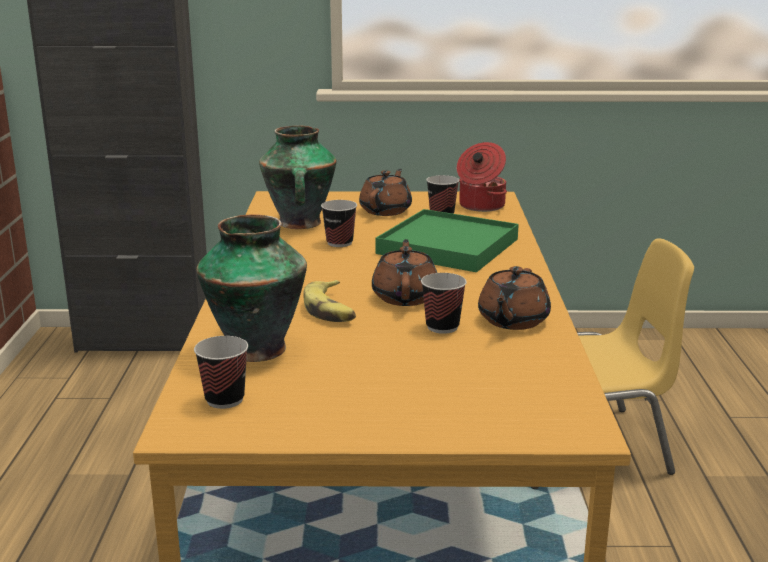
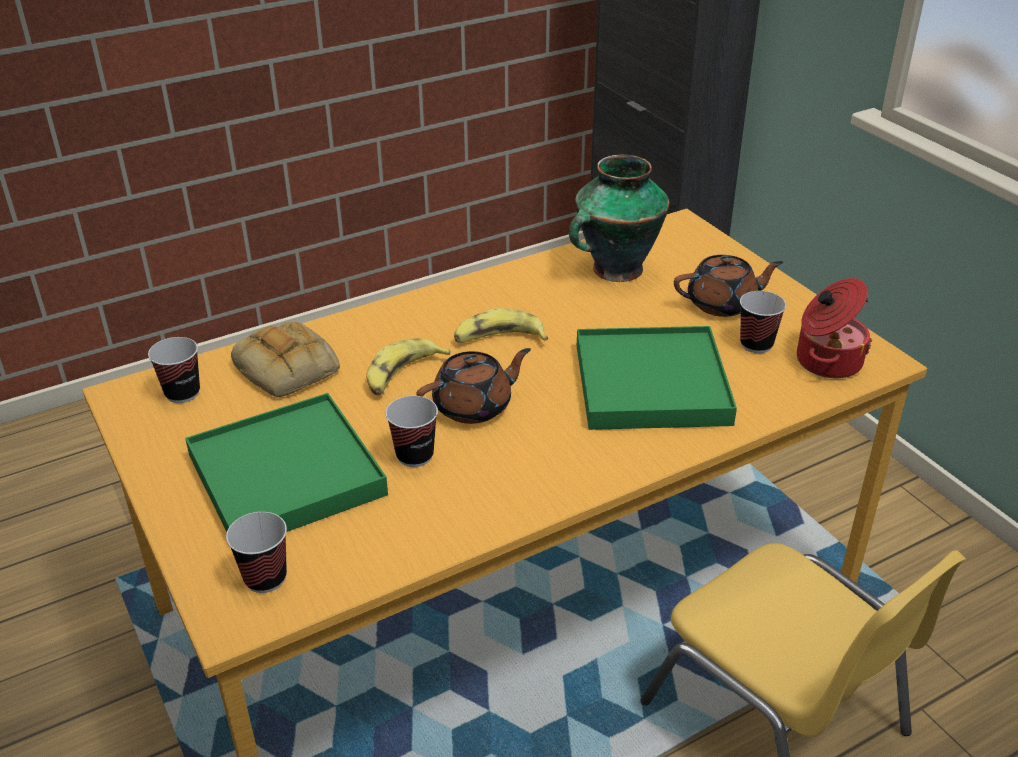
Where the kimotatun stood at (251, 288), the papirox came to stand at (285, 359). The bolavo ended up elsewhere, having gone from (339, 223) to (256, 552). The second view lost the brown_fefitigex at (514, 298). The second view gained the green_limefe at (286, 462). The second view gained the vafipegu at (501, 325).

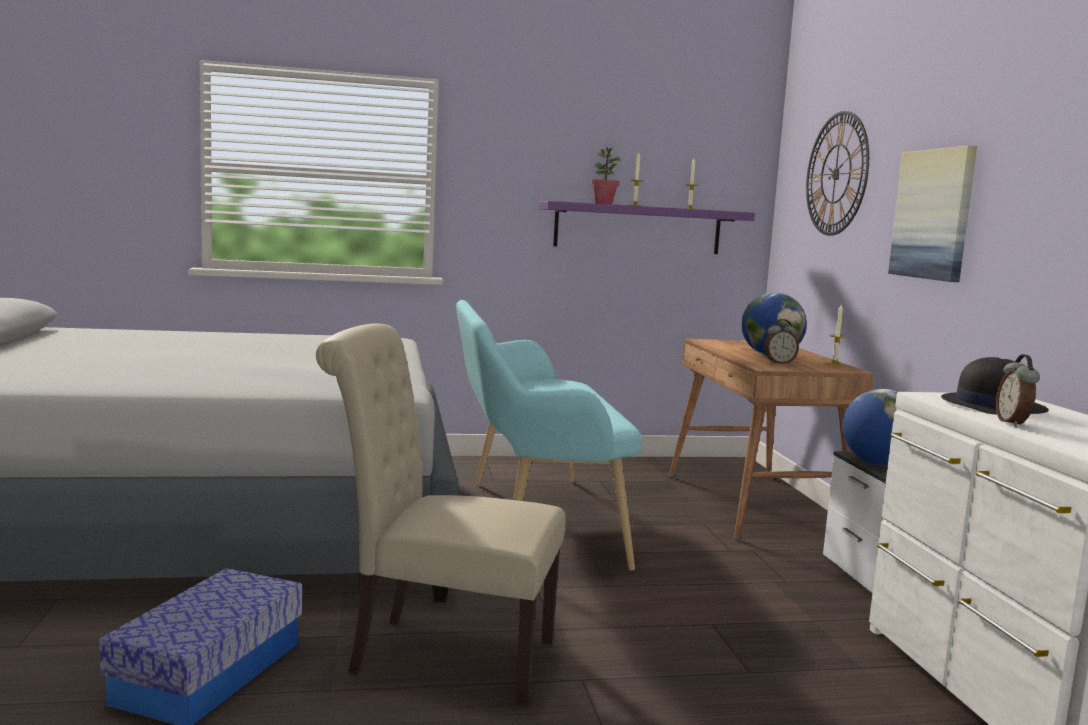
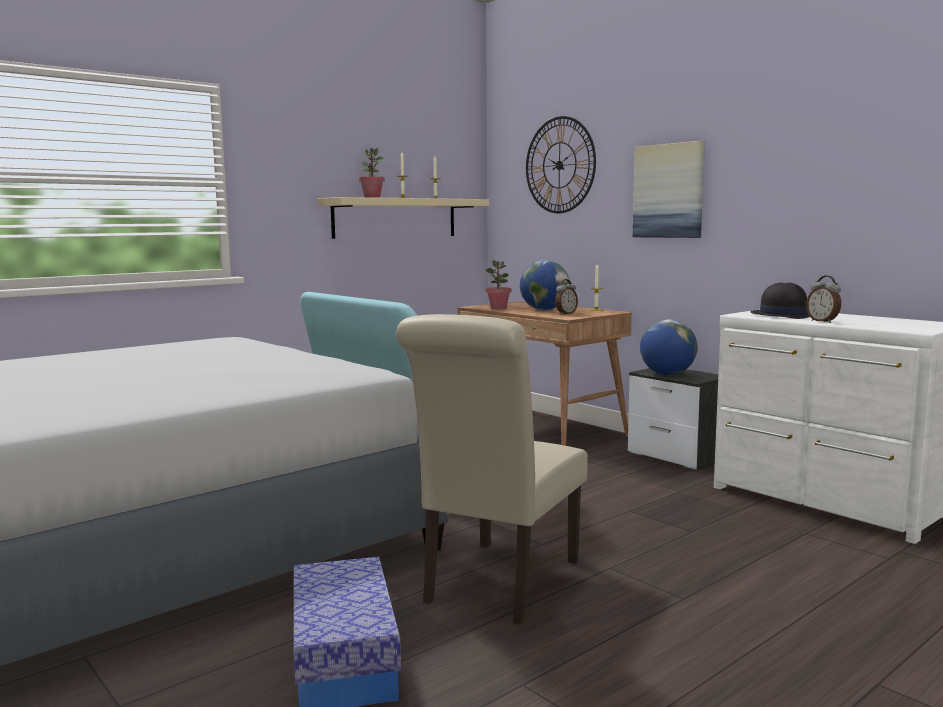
The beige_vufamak at (441, 514) ended up facing another way, 45 degrees counterclockwise from before. What was the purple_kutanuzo at (647, 227) turned into the beige_kutanuzo at (403, 218). The second view gained the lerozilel at (498, 285).

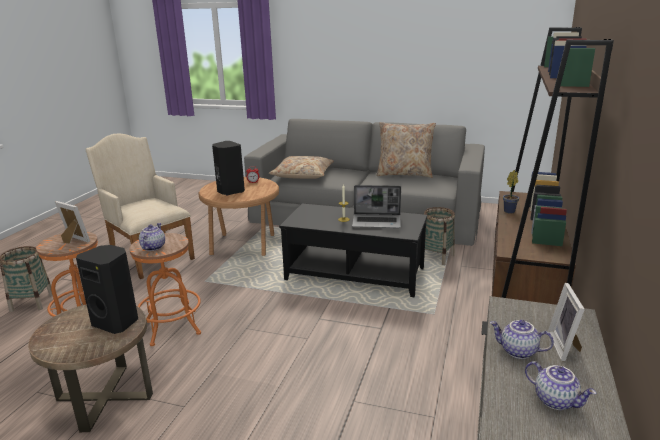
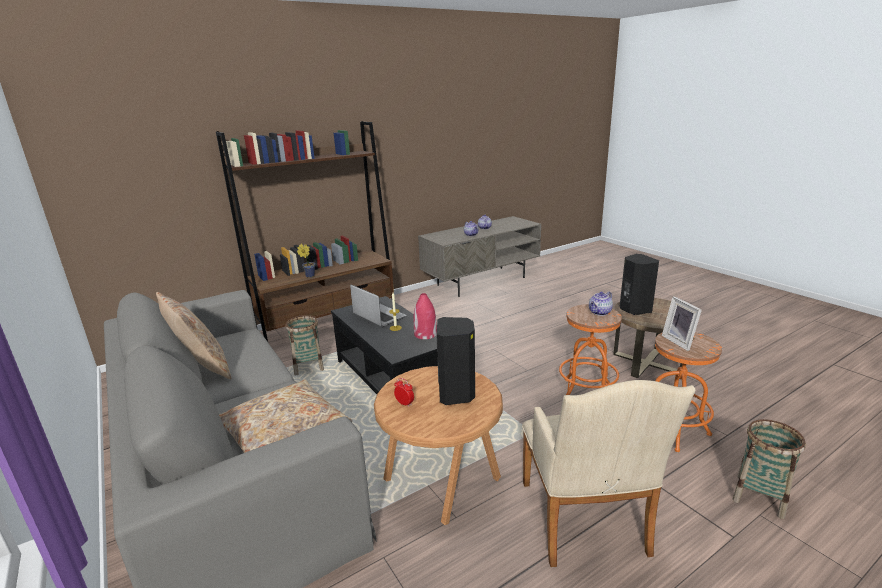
The second view lost the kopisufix at (566, 322). The second view gained the red_kimotatun at (425, 316).

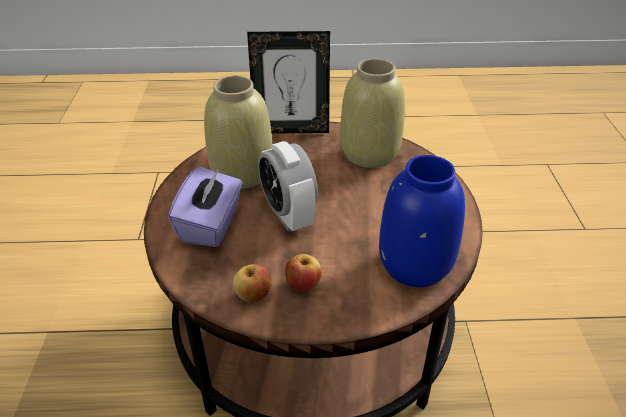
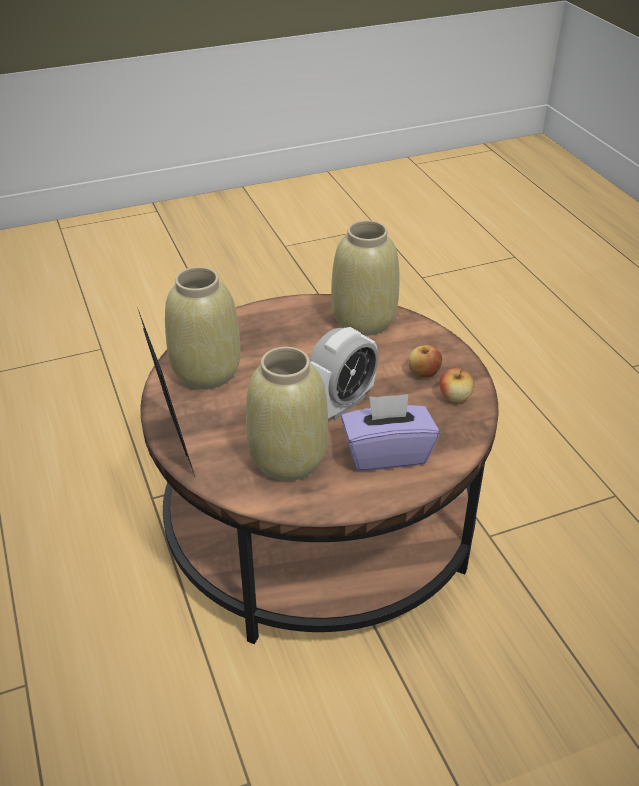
What was the blue_kimotatun at (422, 221) turned into the beige_kimotatun at (365, 278).

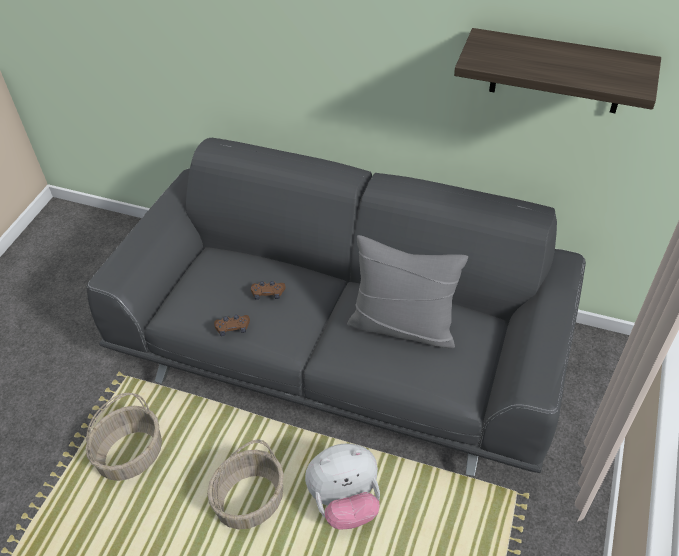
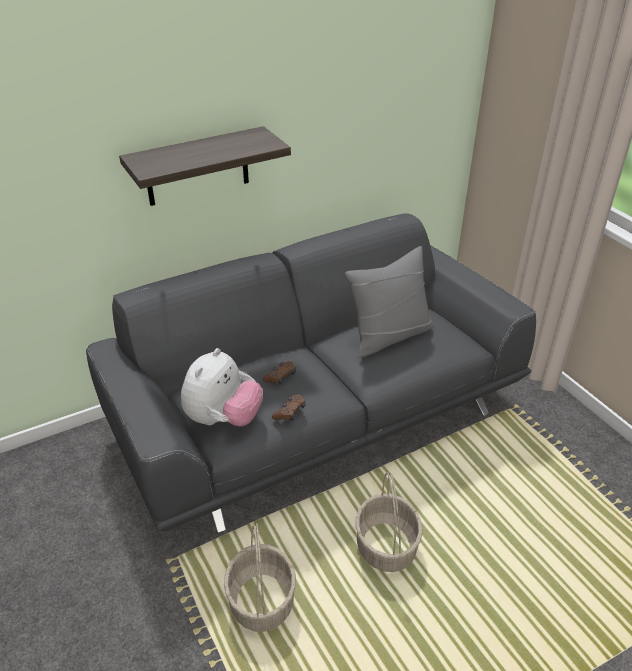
The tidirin ended up elsewhere, having gone from (342, 487) to (222, 387). The kutanuzo ended up elsewhere, having gone from (557, 70) to (205, 166).

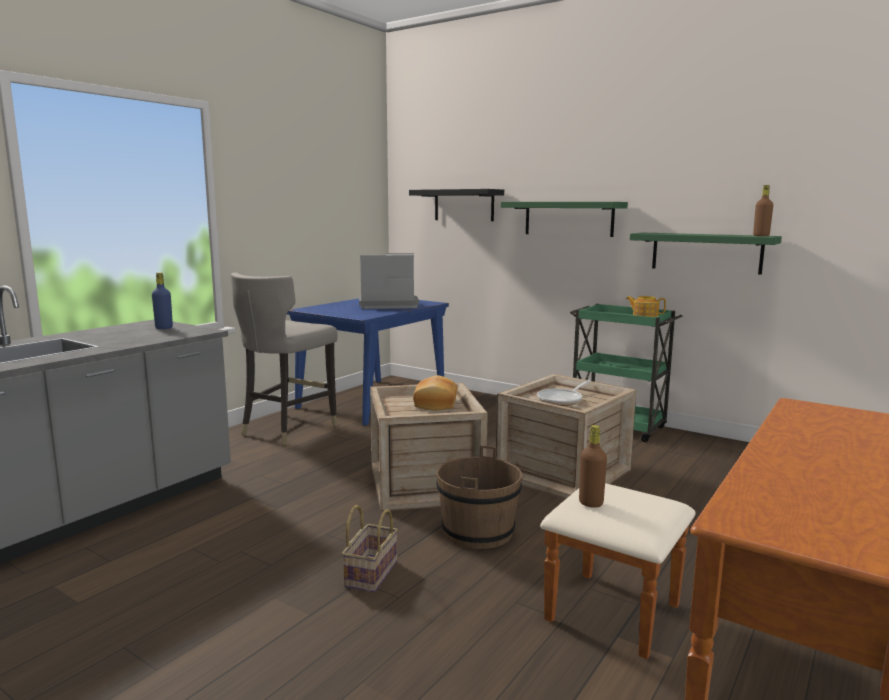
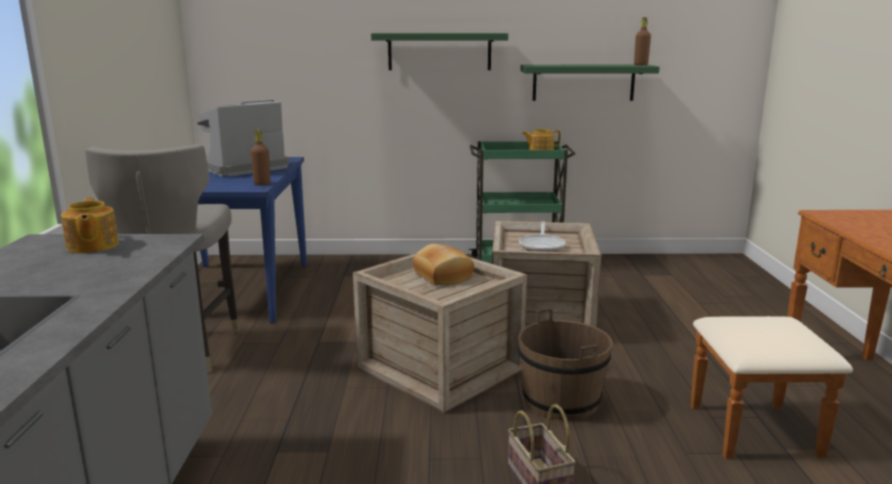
Where the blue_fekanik stood at (162, 301), the fefitigex came to stand at (90, 225). The second view lost the black_kutanuzo at (456, 205). The brown_fekanik ended up elsewhere, having gone from (593, 466) to (261, 157).

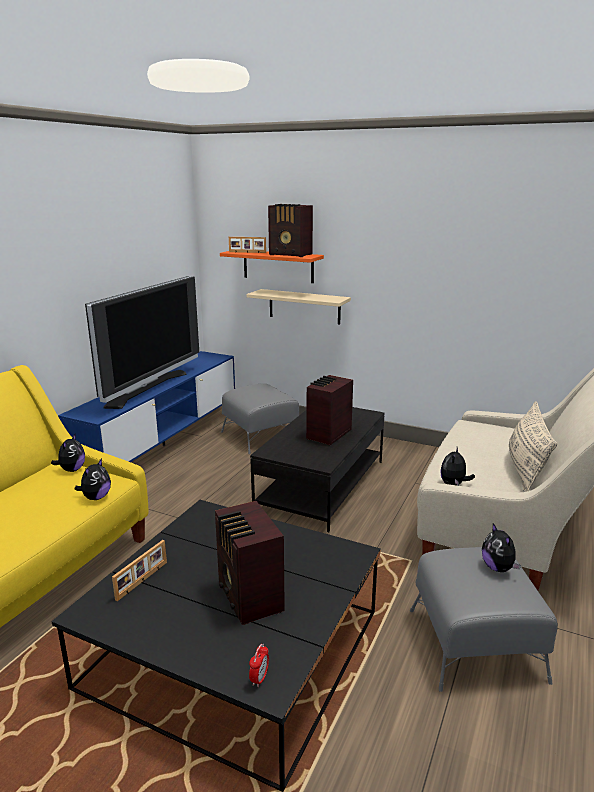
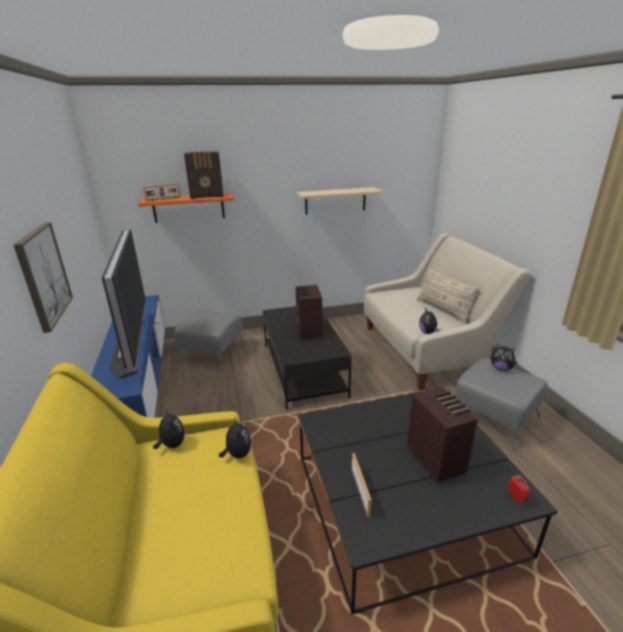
The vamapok at (250, 563) ended up facing another way, 135 degrees counterclockwise from before. The beige_kutanuzo ended up elsewhere, having gone from (299, 306) to (340, 201). The second view gained the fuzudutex at (43, 277).

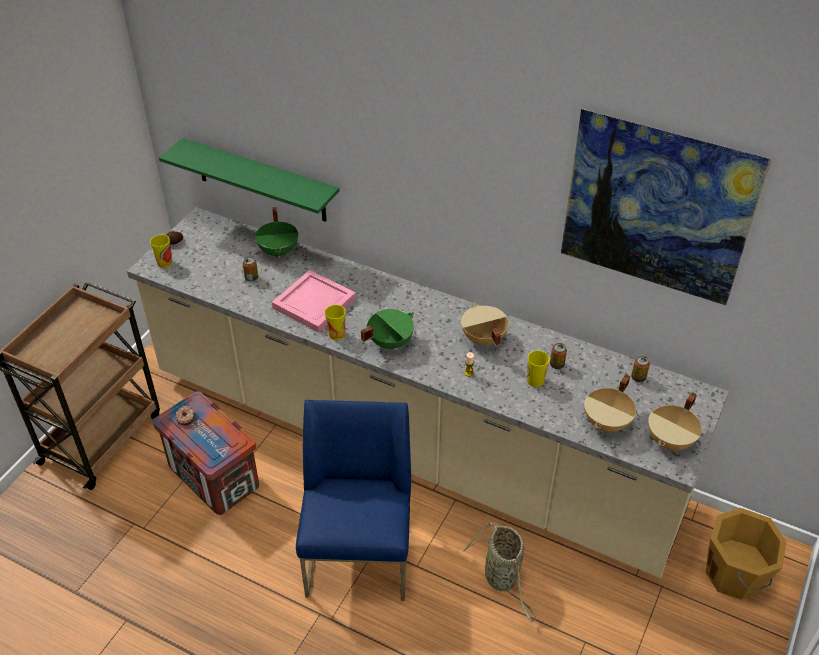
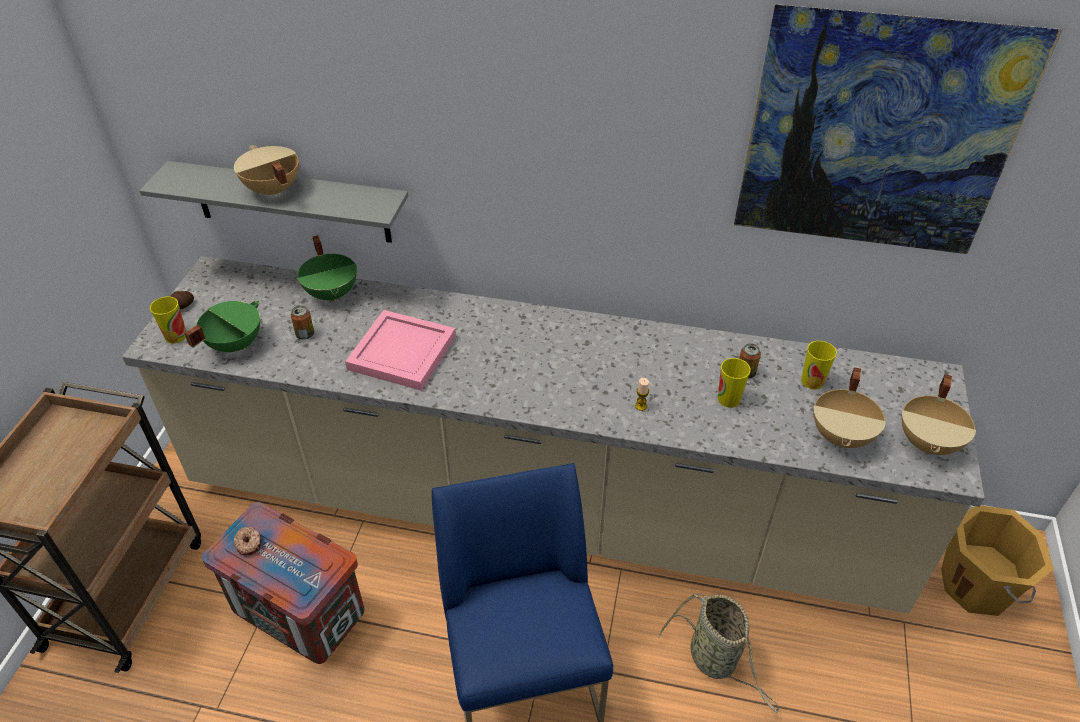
What was the green_kutanuzo at (249, 180) turned into the grey_kutanuzo at (273, 202). The bolavo ended up elsewhere, having gone from (335, 322) to (819, 365). The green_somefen ended up elsewhere, having gone from (388, 329) to (222, 326). The beige_somefen ended up elsewhere, having gone from (484, 324) to (266, 171). The second view lost the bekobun at (640, 369).

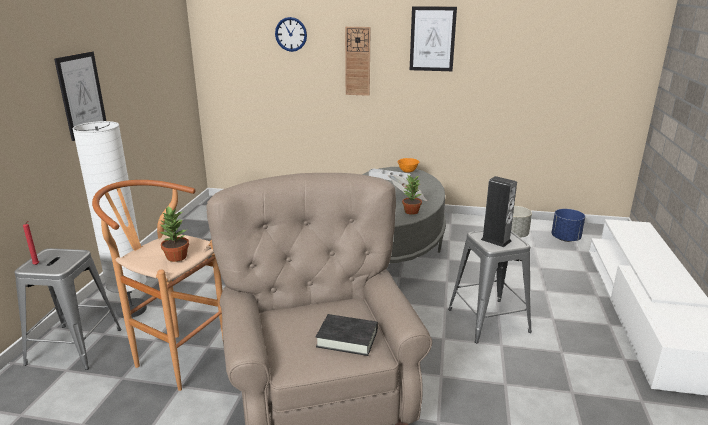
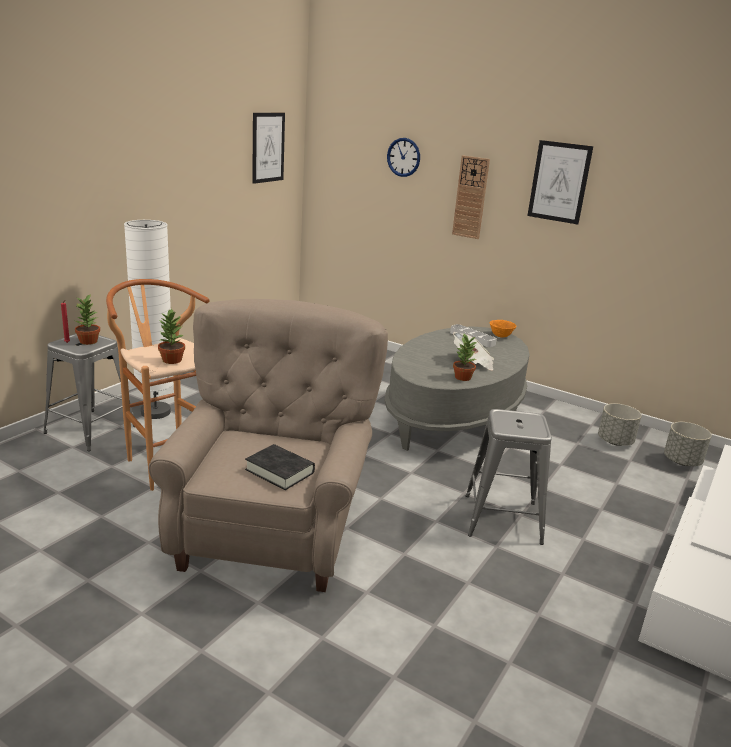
The fuzudutex ended up elsewhere, having gone from (80, 96) to (268, 148). The second view lost the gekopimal at (499, 211). What was the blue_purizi at (568, 225) turned into the grey_purizi at (688, 444). The second view gained the lerozilel at (87, 319).

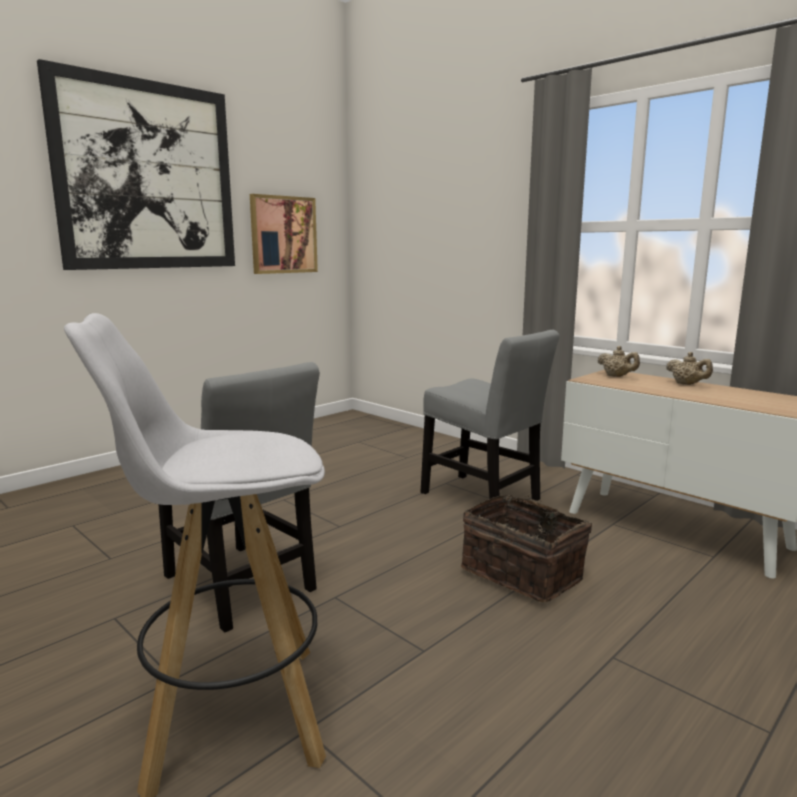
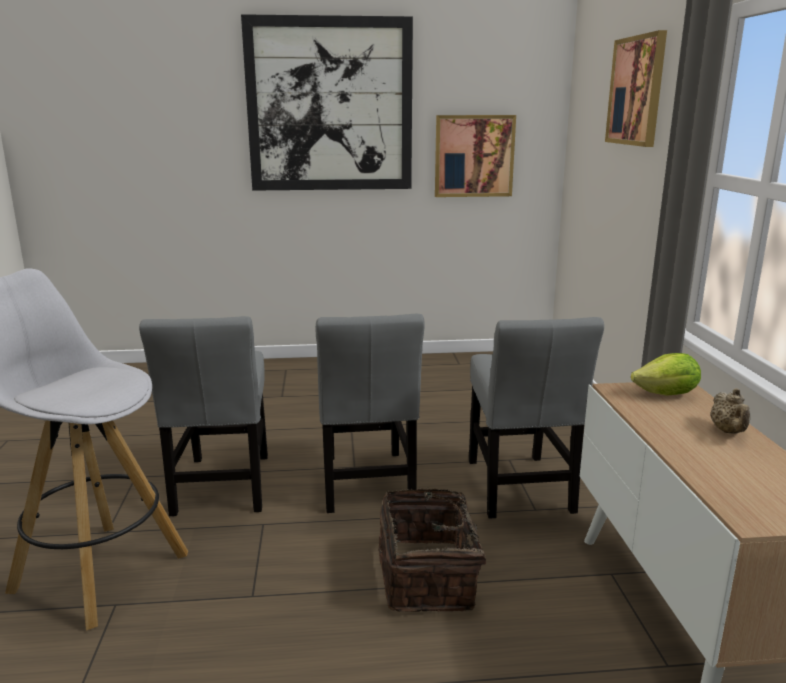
Where the beige_fefitigex stood at (618, 361), the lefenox came to stand at (666, 374). The second view gained the grey_vufamak at (370, 413). The second view gained the fuzudutex at (636, 88).

